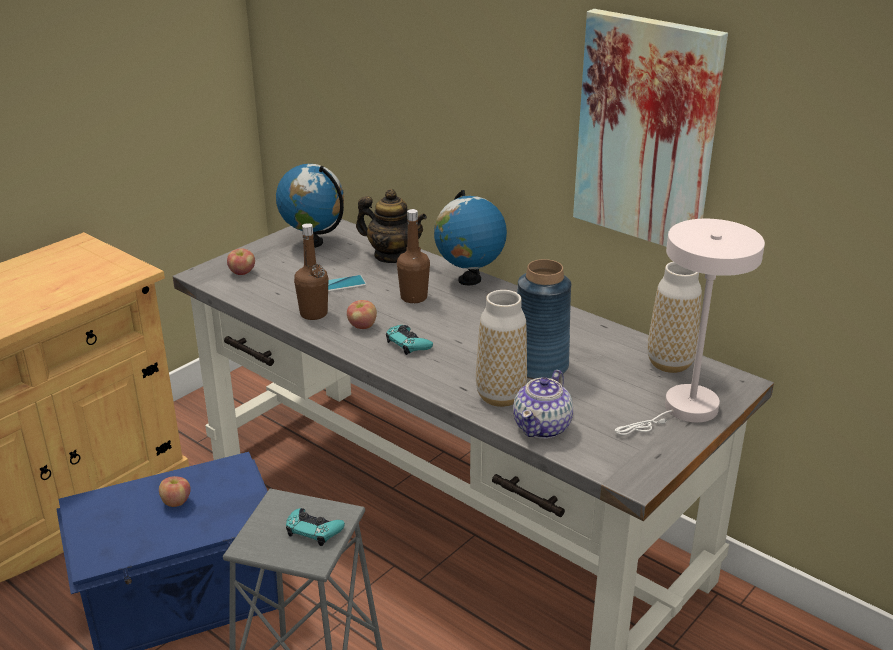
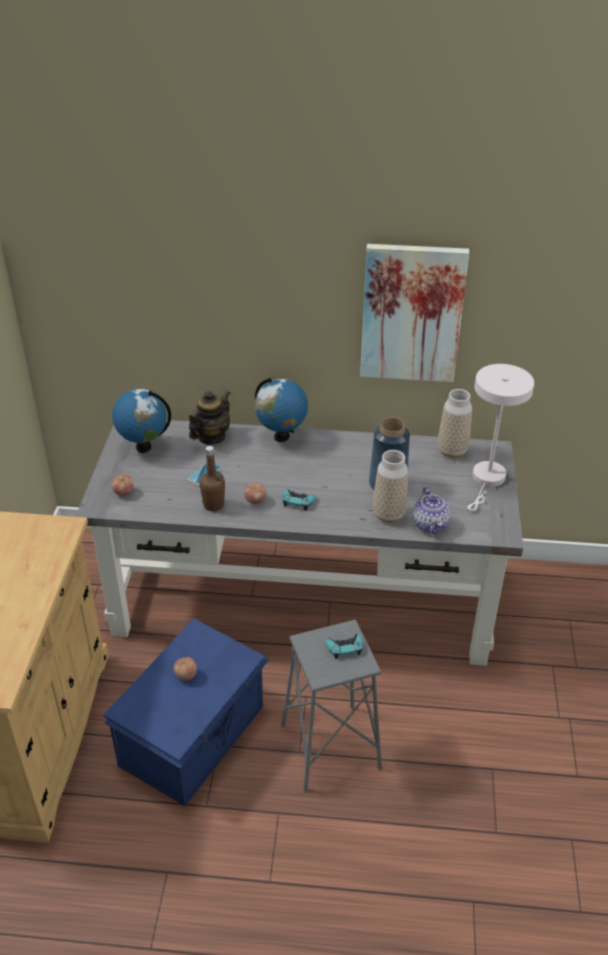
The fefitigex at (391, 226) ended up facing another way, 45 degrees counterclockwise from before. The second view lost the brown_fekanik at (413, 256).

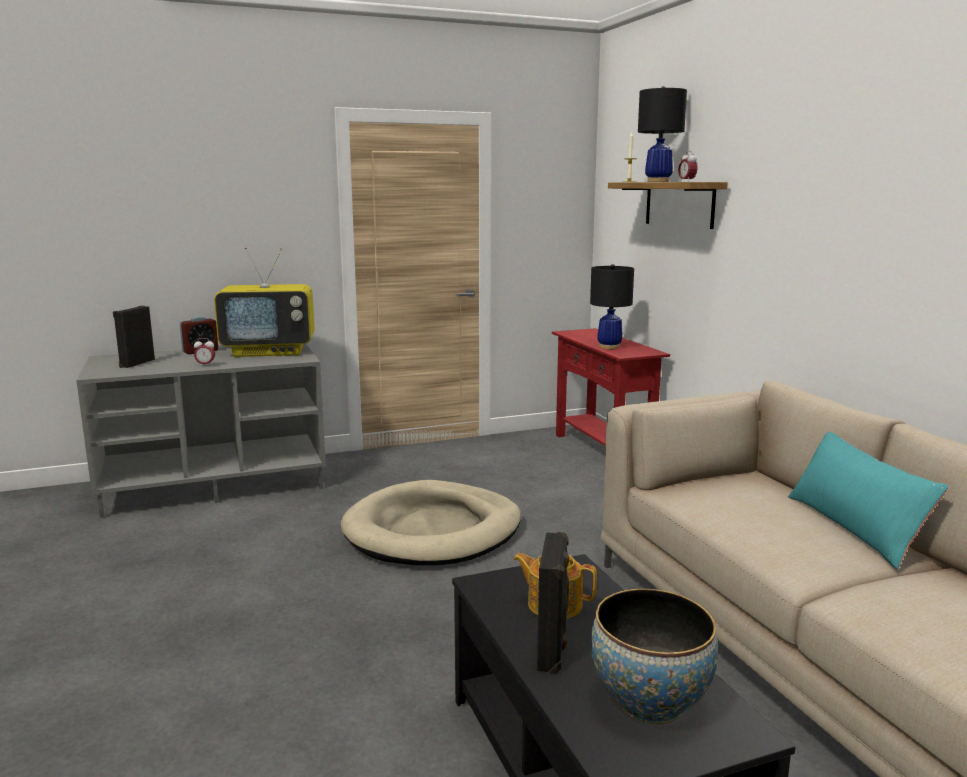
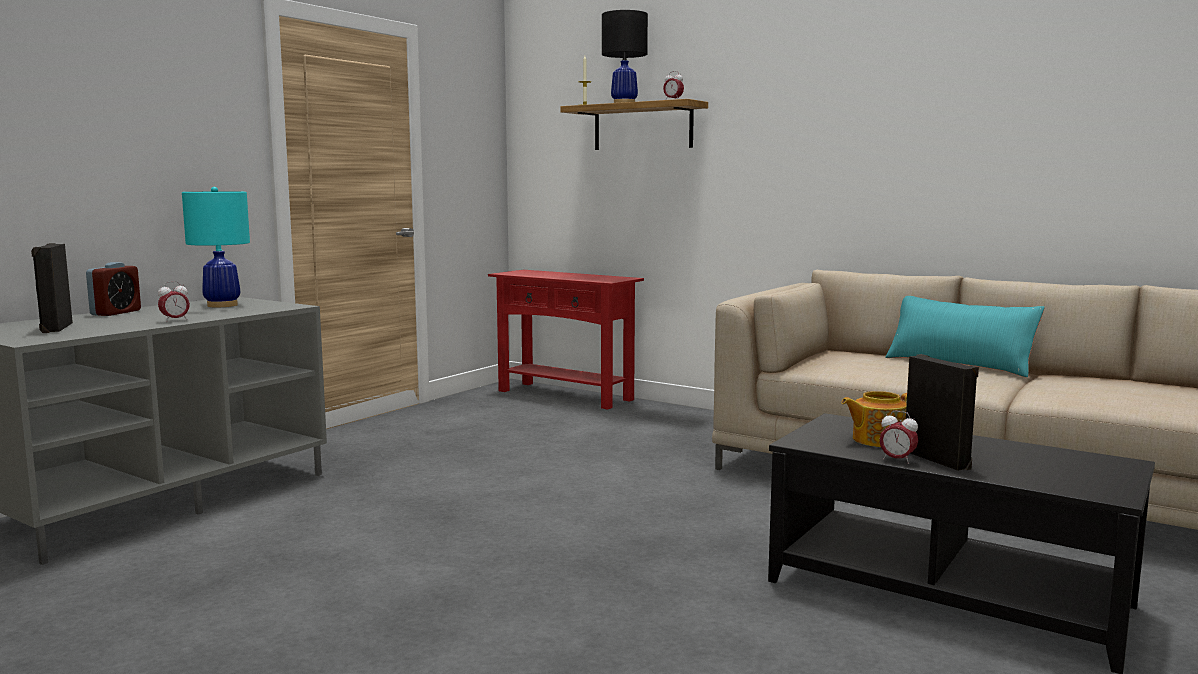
Where the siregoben stood at (264, 302), the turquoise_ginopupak came to stand at (216, 247). The second view lost the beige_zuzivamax at (431, 522). The second view lost the black_ginopupak at (612, 306). The second view lost the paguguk at (654, 656). The second view gained the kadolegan at (898, 437).

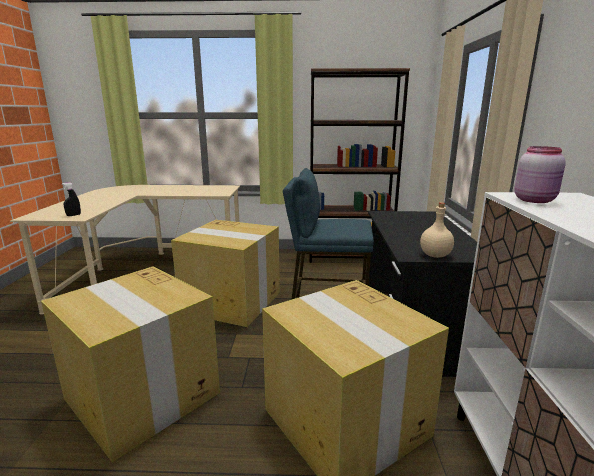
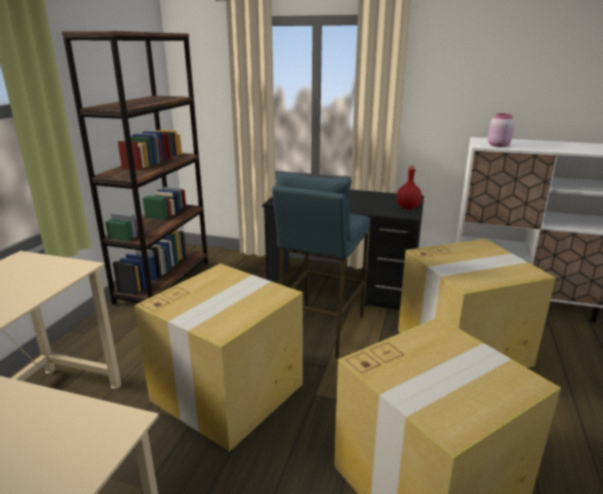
The second view lost the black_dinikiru at (71, 199). What was the beige_fekanik at (437, 230) turned into the red_fekanik at (409, 187).

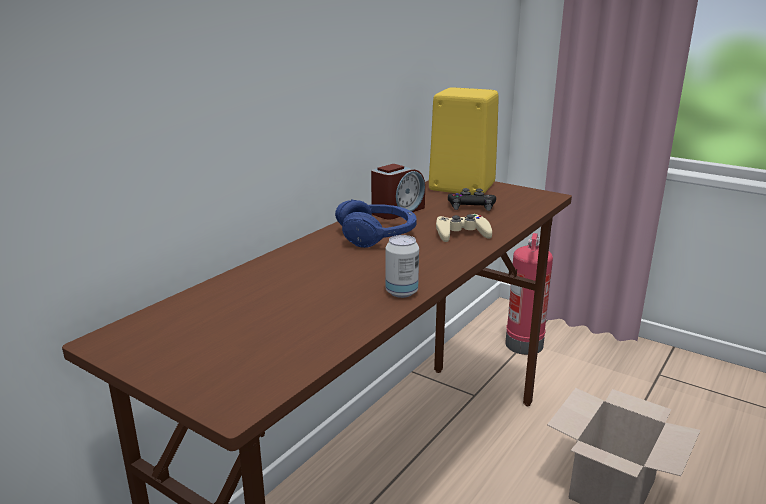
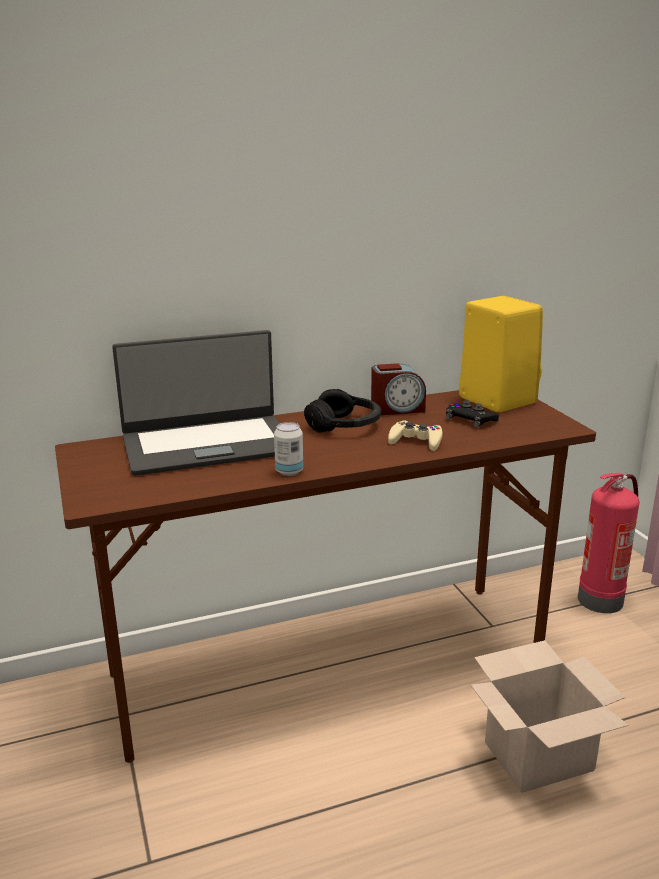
What was the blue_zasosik at (376, 223) turned into the black_zasosik at (342, 411). The second view gained the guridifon at (196, 403).

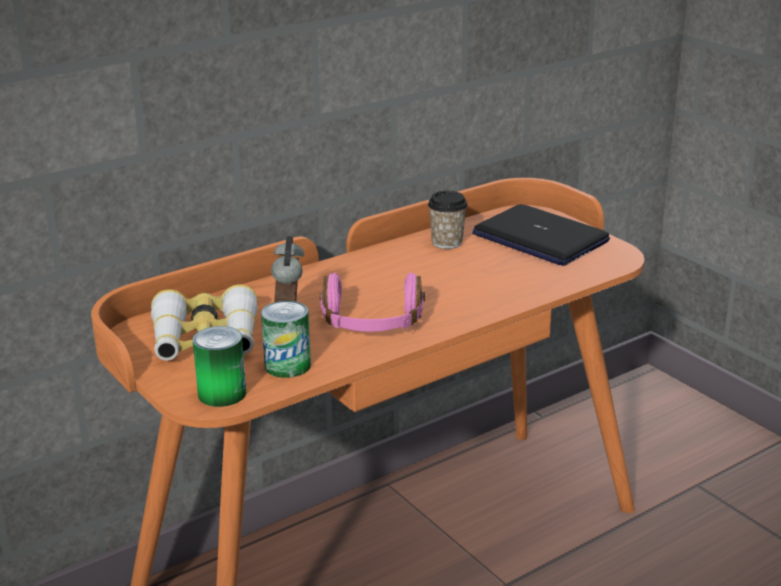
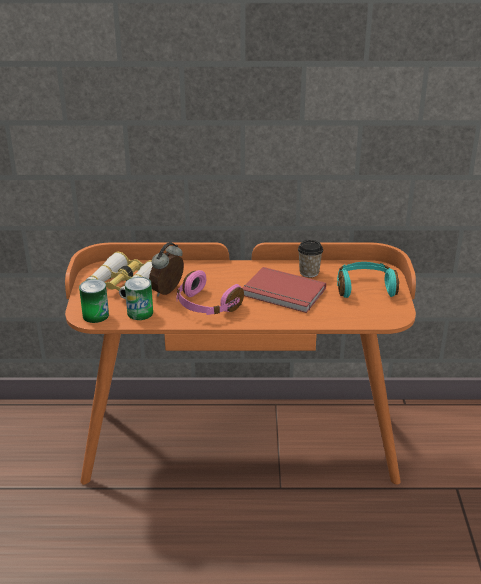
Where the guridifon stood at (541, 235), the turquoise_zasosik came to stand at (368, 280). The second view gained the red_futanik at (284, 290).

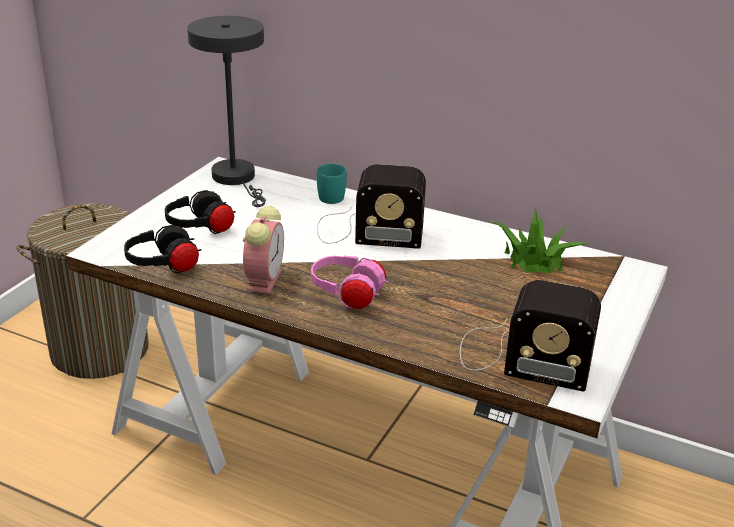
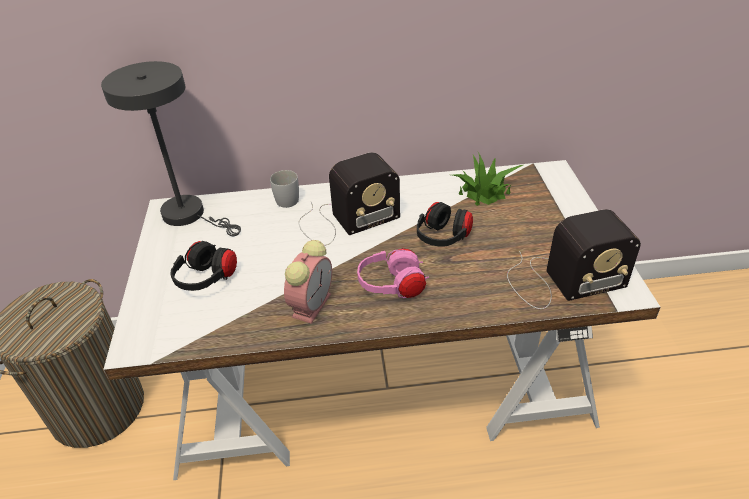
The black_zasosik ended up elsewhere, having gone from (162, 249) to (445, 224). The kadolegan at (263, 250) ended up facing another way, 45 degrees clockwise from before. What was the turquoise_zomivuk at (332, 184) turned into the white_zomivuk at (284, 189).

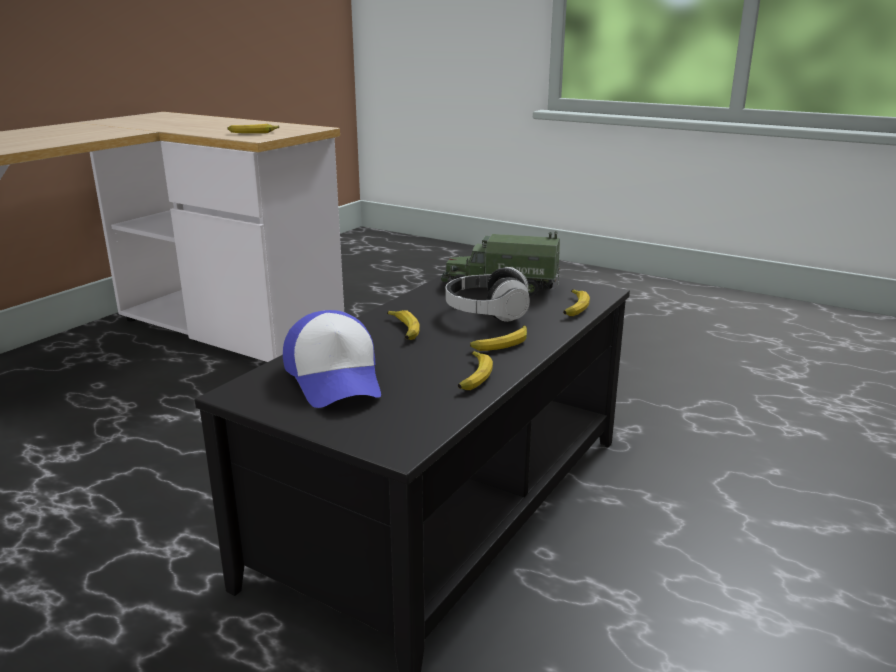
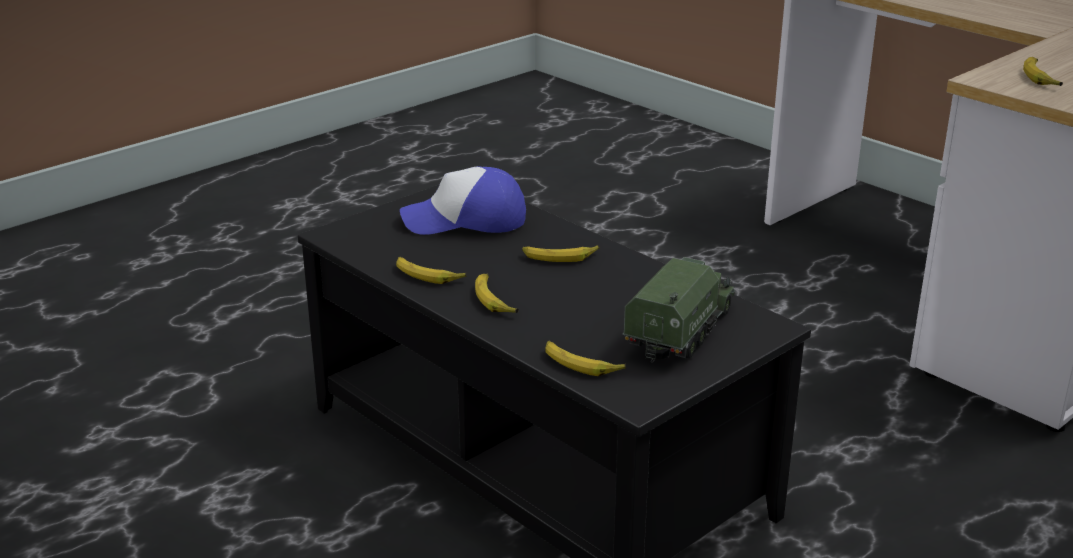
The second view lost the zasosik at (488, 294).

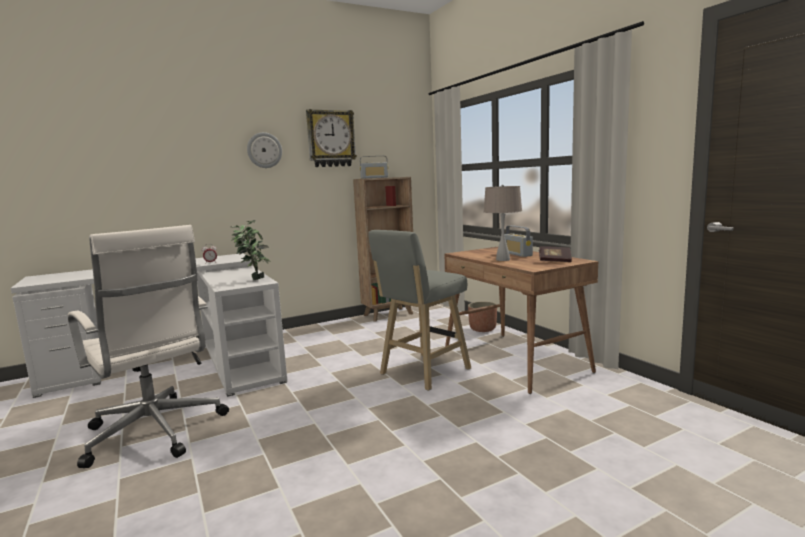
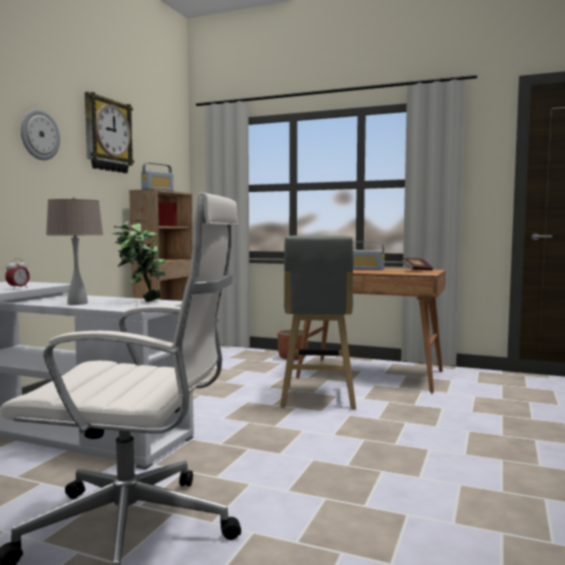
The beige_ginopupak ended up elsewhere, having gone from (503, 223) to (74, 251).

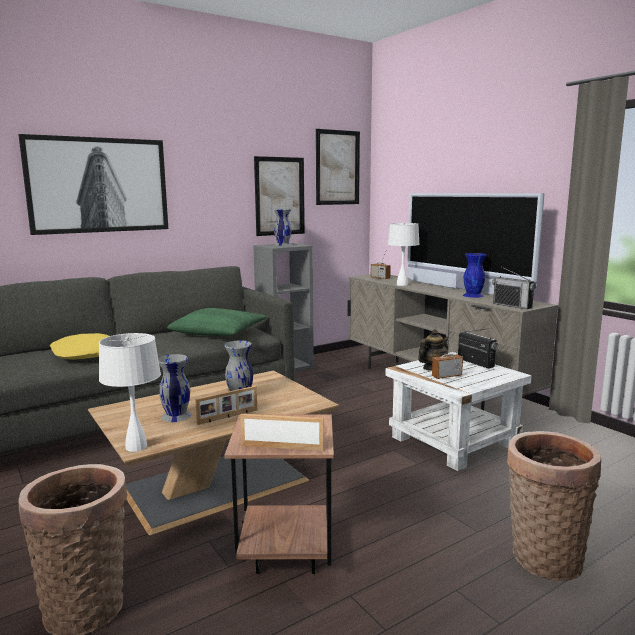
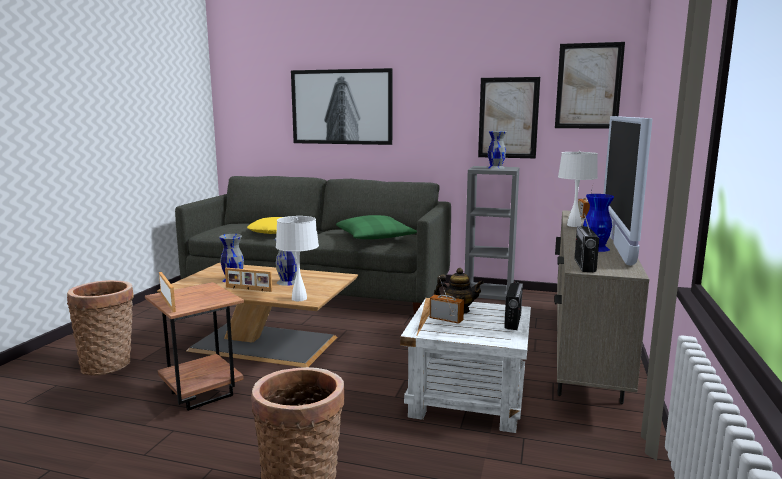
The white_ginopupak ended up elsewhere, having gone from (130, 392) to (297, 258).

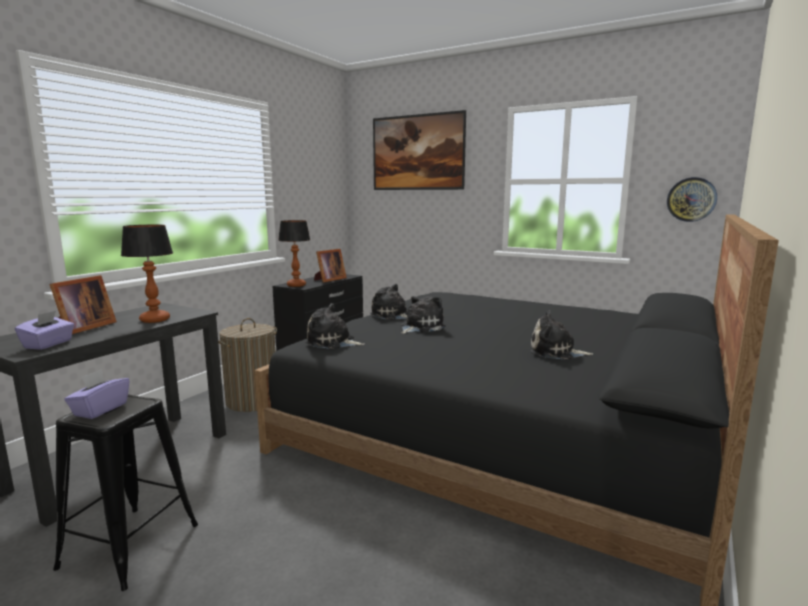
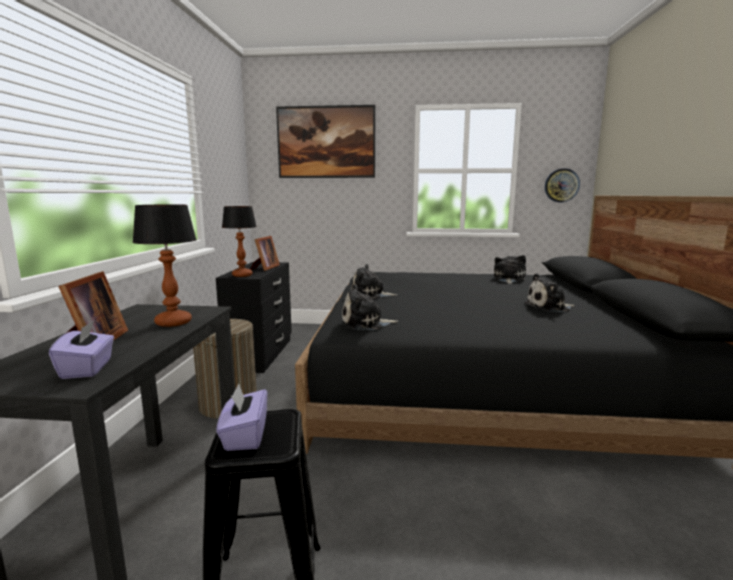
The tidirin ended up elsewhere, having gone from (423, 315) to (510, 269).

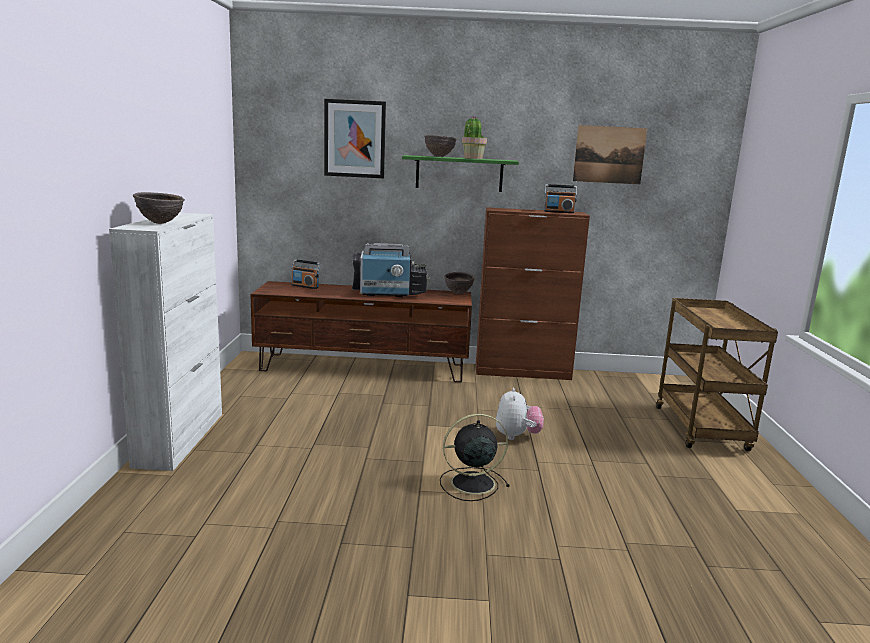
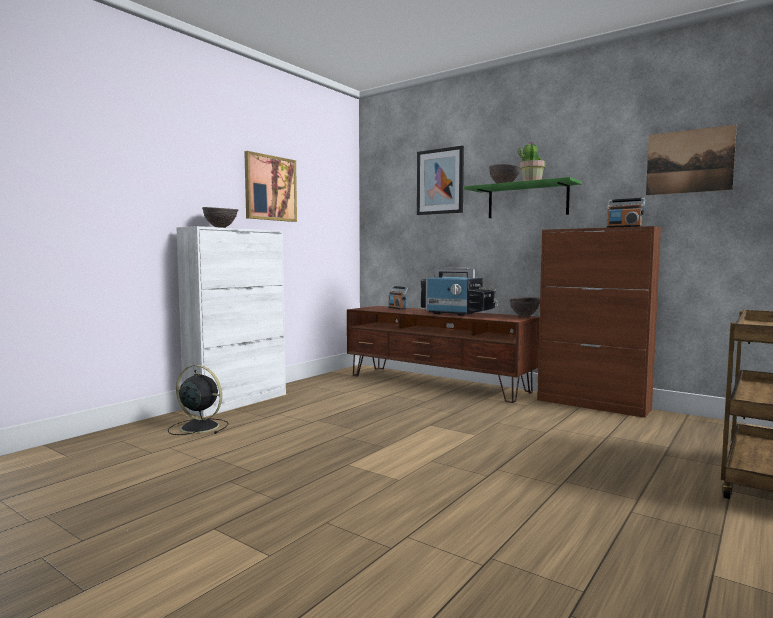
The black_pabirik ended up elsewhere, having gone from (475, 457) to (198, 400). The second view lost the tidirin at (520, 414). The second view gained the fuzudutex at (270, 186).

